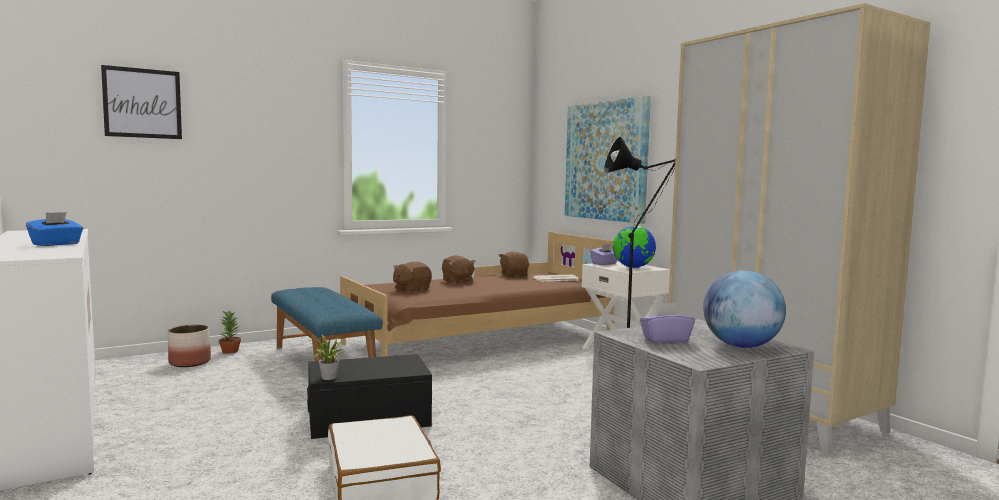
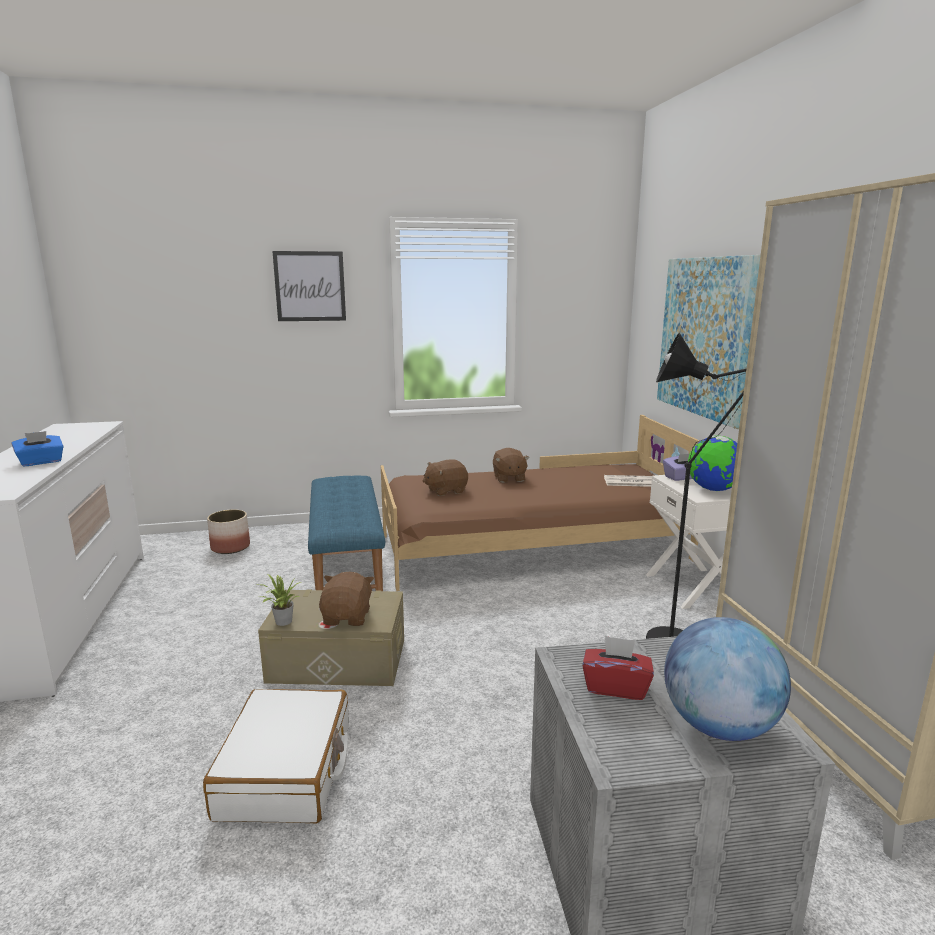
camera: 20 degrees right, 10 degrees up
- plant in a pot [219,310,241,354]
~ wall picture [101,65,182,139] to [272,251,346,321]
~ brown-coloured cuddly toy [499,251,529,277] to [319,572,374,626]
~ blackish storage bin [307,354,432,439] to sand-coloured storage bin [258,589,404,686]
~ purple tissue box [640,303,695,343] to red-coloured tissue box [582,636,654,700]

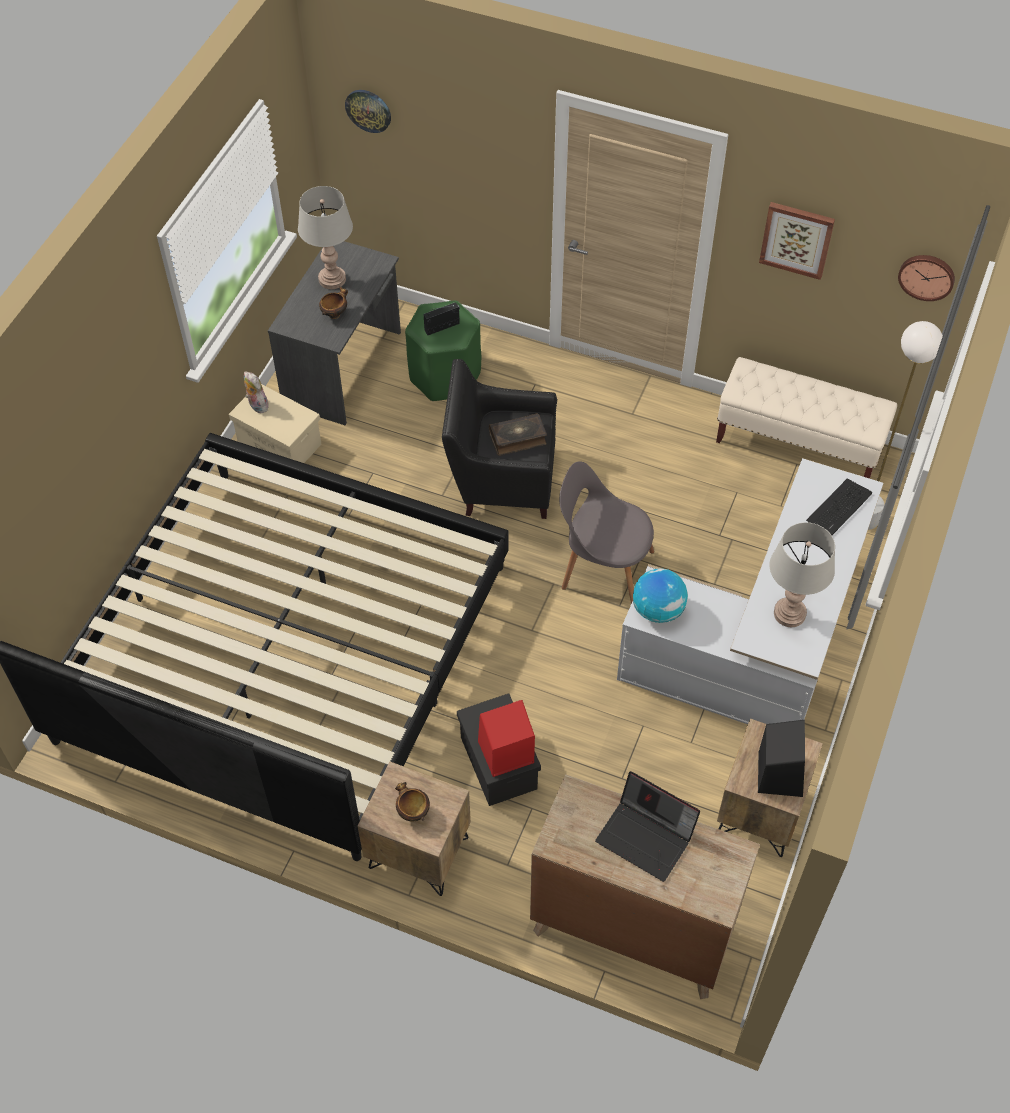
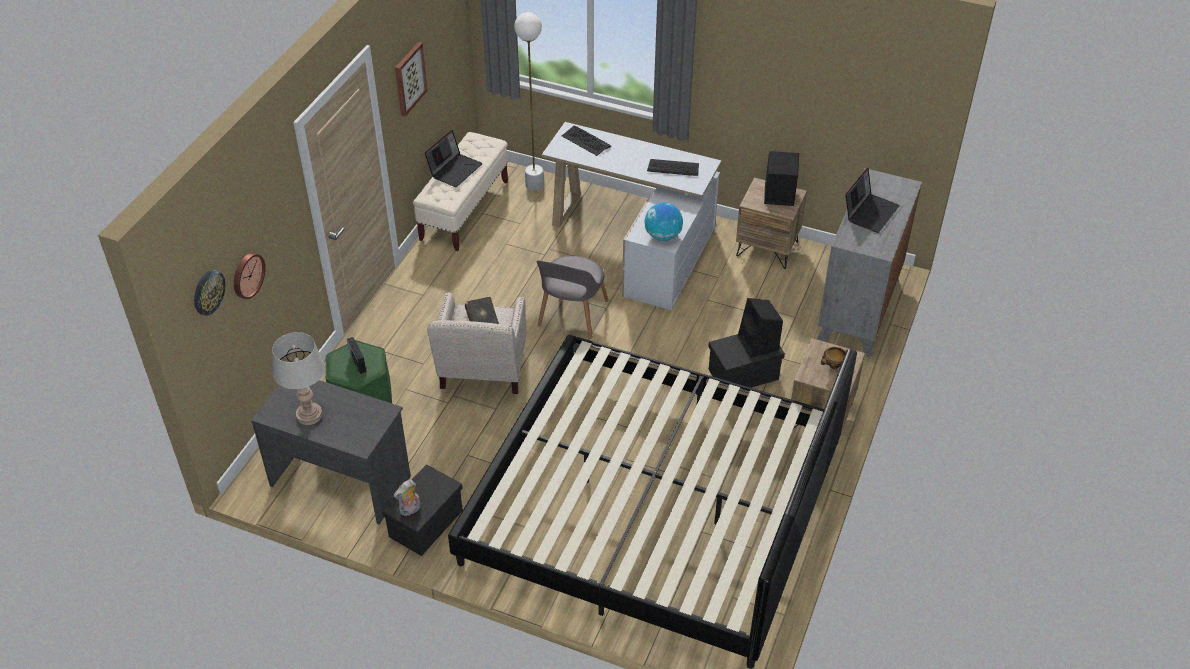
camera: 90 degrees left, 10 degrees down
- serving bowl [319,286,348,319]
+ laptop [425,130,483,187]
~ wall clock [898,255,955,301] to [234,253,265,299]
~ greyish lamp for a table [769,522,835,627] to PC keyboard [647,159,699,176]
~ sand-coloured storage bin [229,384,321,463] to blackish storage bin [382,464,463,556]
~ blackish easy chair [442,359,557,519] to sand-coloured easy chair [427,292,527,394]
~ red-coloured loudspeaker [478,700,535,777] to blackish loudspeaker [737,298,783,358]
~ brown-coloured chest of drawers [530,774,760,999] to greyish chest of drawers [817,168,922,358]

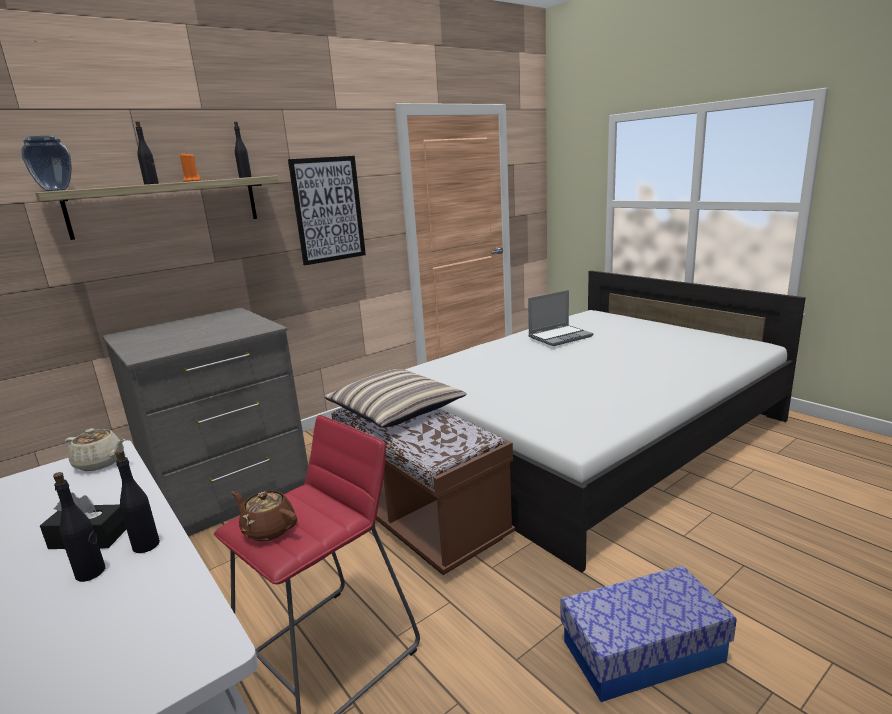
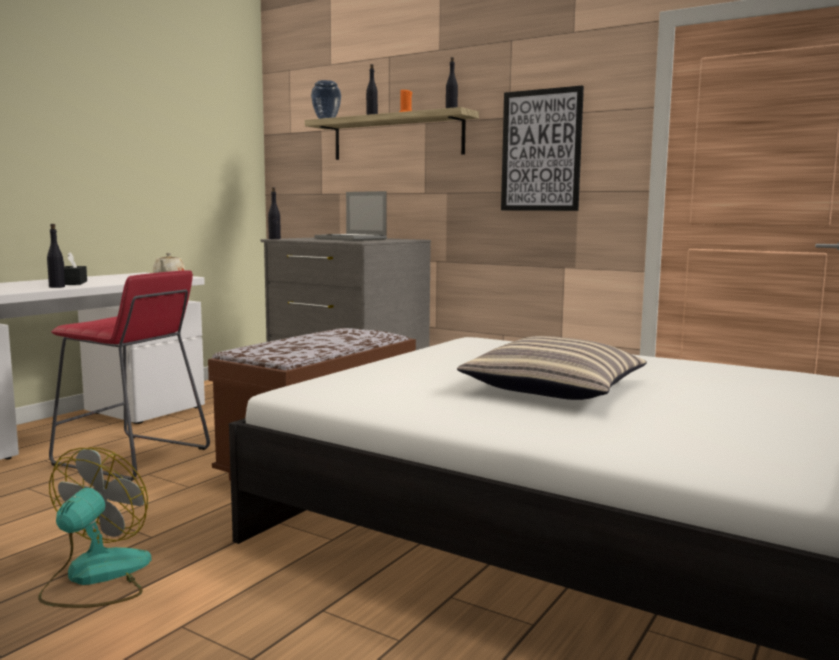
camera: 70 degrees right, 10 degrees down
- brown-coloured pot for tea [231,491,297,541]
~ blackish drink bottle [53,472,106,582] to [268,187,281,239]
~ cushion [324,369,467,428] to [457,336,647,400]
~ laptop [528,290,593,346] to [314,191,387,241]
~ storage bin [561,566,737,702] to fan [38,447,152,608]

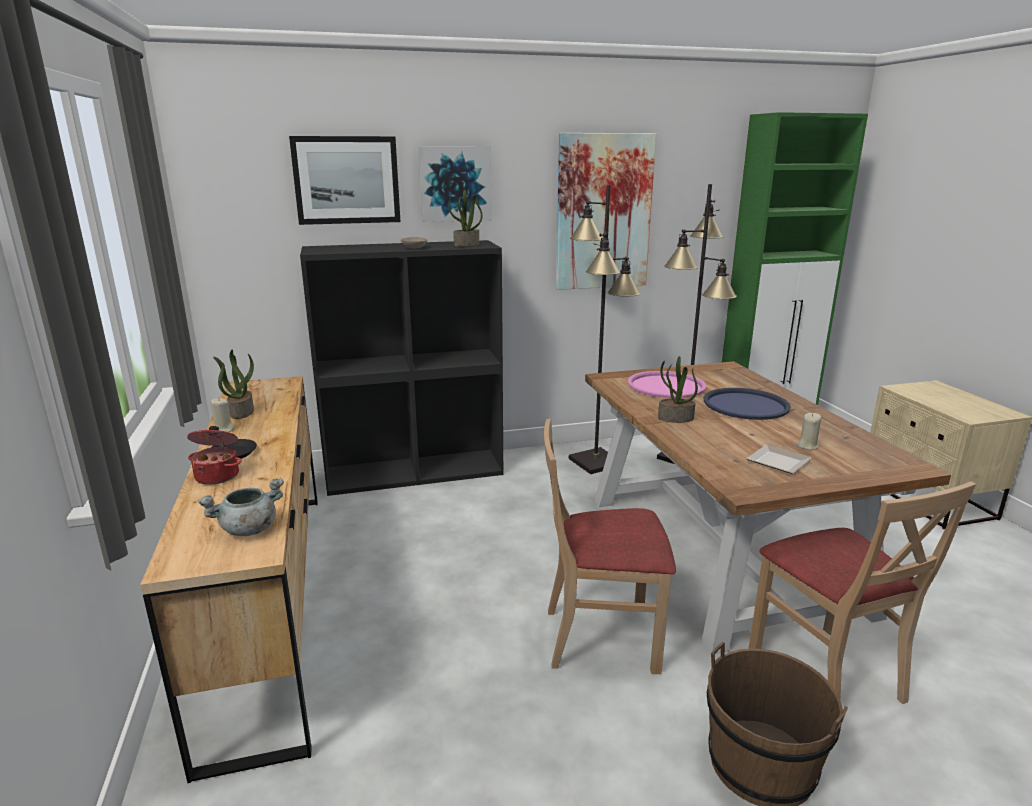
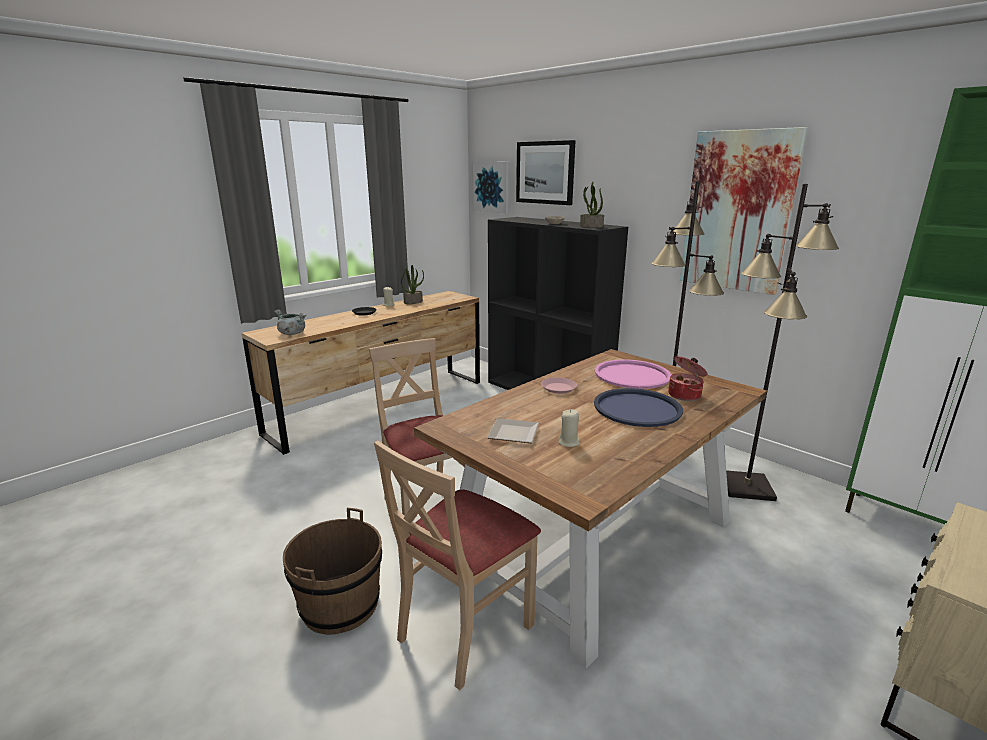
camera: 60 degrees right, 0 degrees up
~ cooking pot [187,426,242,485] to [668,356,708,401]
~ wall picture [418,146,492,222] to [473,162,510,213]
~ plant in a pot [658,356,698,423] to pinkish dinner plate [541,377,577,394]

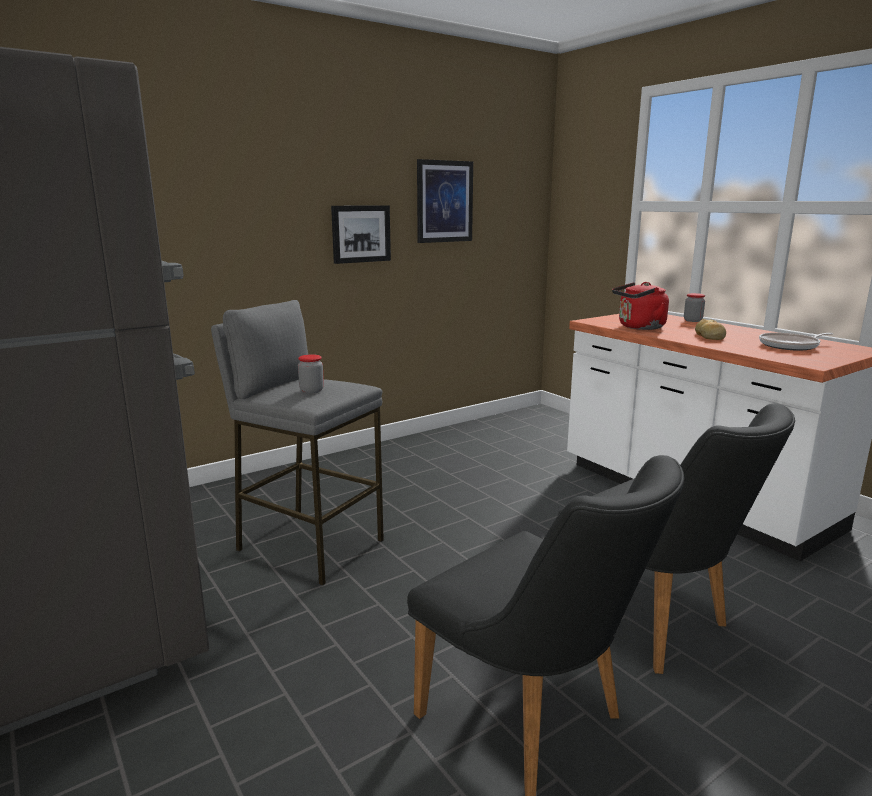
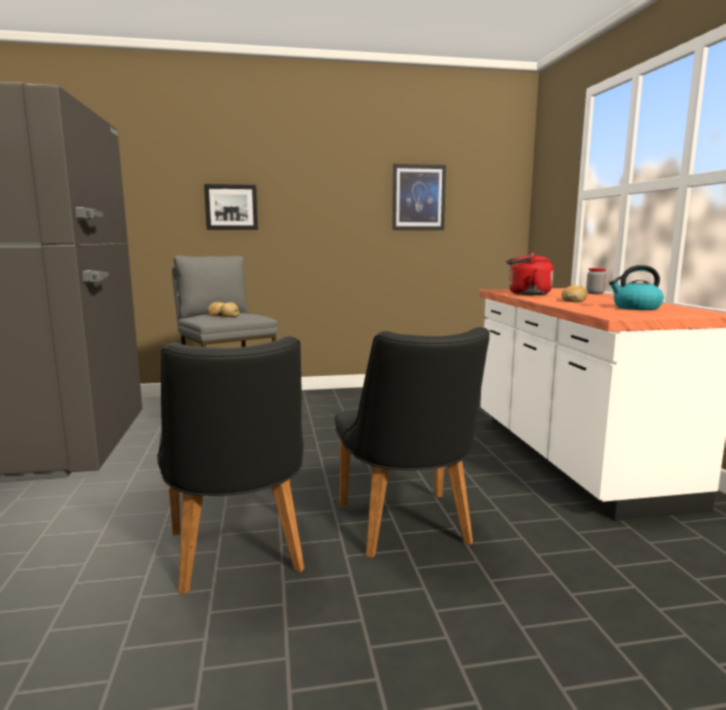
camera: 25 degrees right, 5 degrees down
~ wall picture [331,205,391,264] to [204,184,258,230]
~ jar [298,354,324,393] to bakery bread [208,302,240,317]
~ skillet [759,333,834,351] to tea kettle [609,265,664,310]

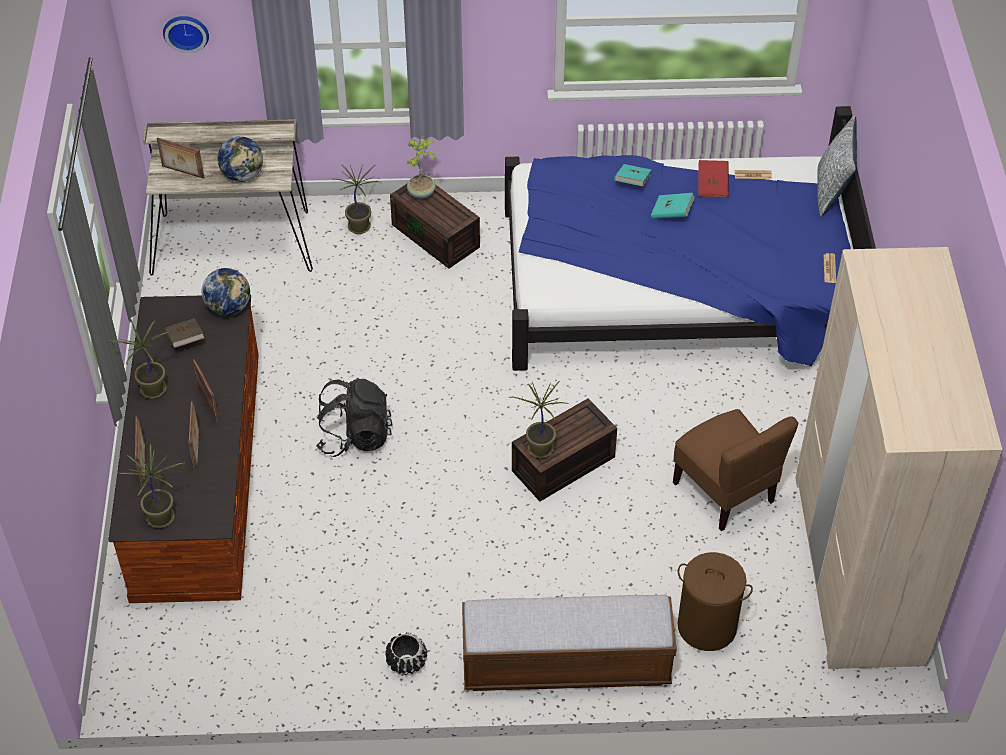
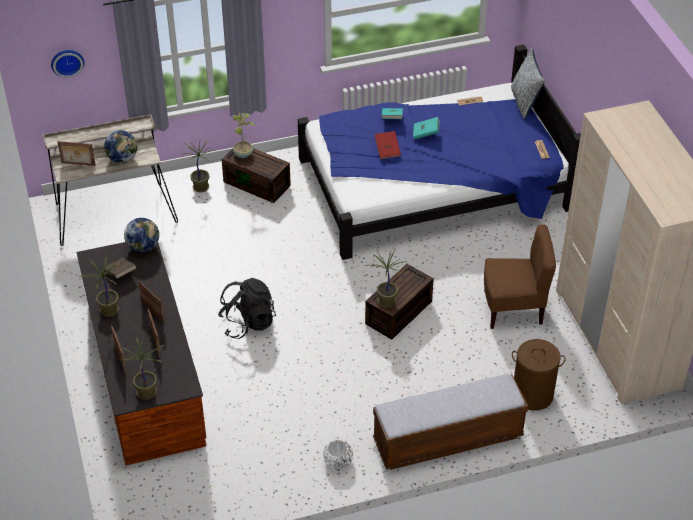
camera: 15 degrees left, 5 degrees down
~ red-coloured bound book [698,160,729,197] to [375,131,401,159]
~ blackish plant pot [385,632,427,675] to white plant pot [323,440,353,470]
~ brown-coloured upright chair [673,409,799,531] = [484,224,556,329] 45 degrees counterclockwise

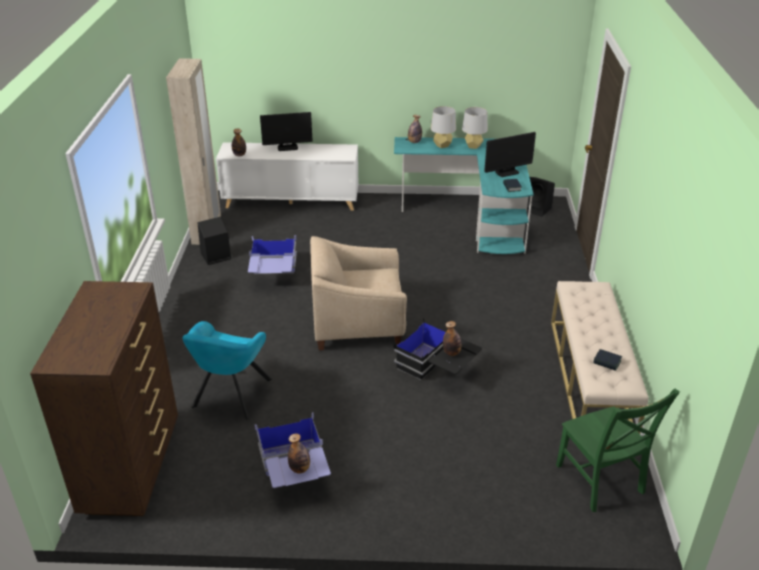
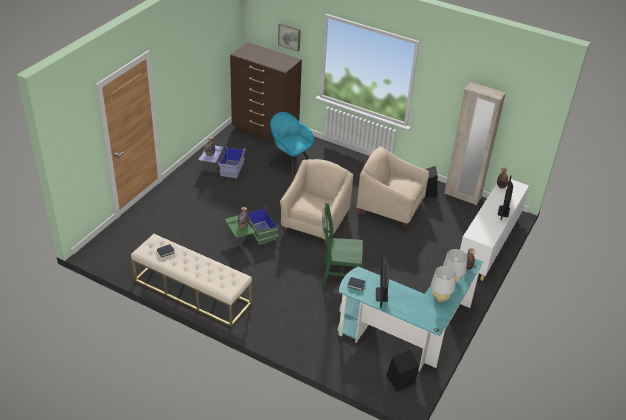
camera: 115 degrees right, 5 degrees up
+ wall picture [278,23,301,52]
~ green upright chair [556,389,680,512] to [322,202,363,285]
~ bluish storage bin [248,235,297,274] to sand-coloured easy chair [357,146,429,228]
~ blackish storage bin [393,318,482,380] to green storage bin [225,206,279,245]

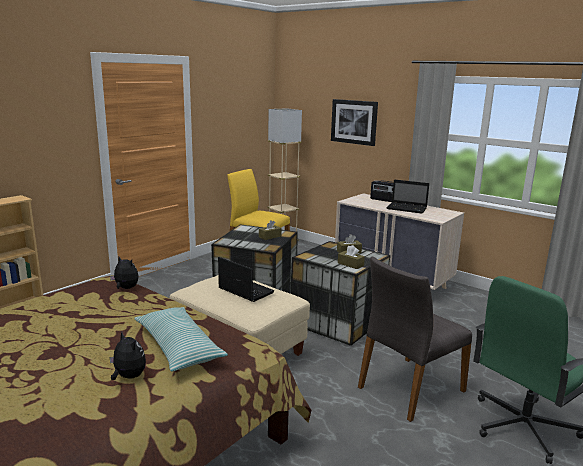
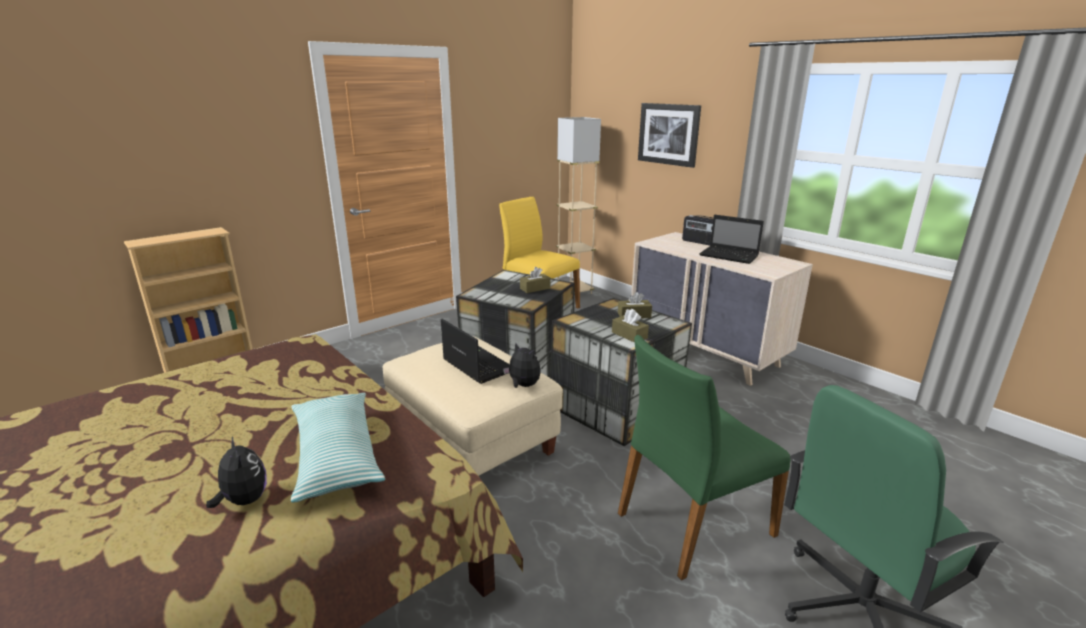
camera: 10 degrees right, 5 degrees up
~ cuddly toy [110,257,139,289] to [503,343,540,388]
~ greyish upright chair [358,256,472,422] to green upright chair [618,335,791,580]

